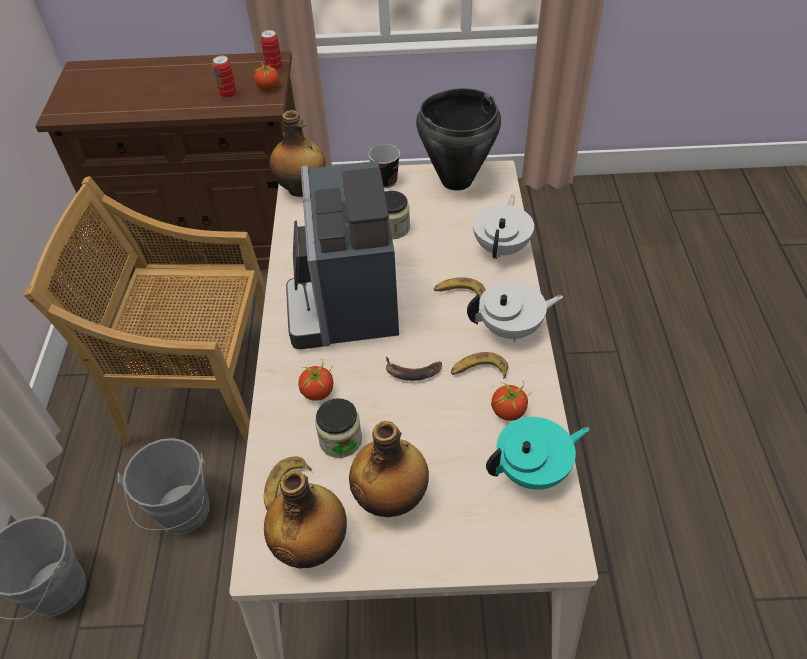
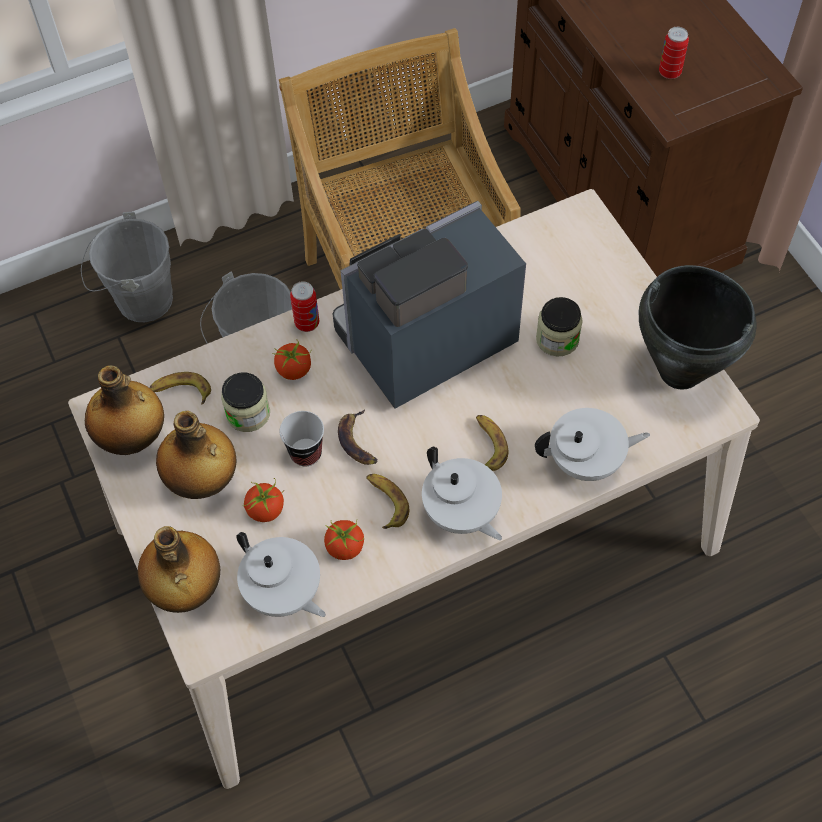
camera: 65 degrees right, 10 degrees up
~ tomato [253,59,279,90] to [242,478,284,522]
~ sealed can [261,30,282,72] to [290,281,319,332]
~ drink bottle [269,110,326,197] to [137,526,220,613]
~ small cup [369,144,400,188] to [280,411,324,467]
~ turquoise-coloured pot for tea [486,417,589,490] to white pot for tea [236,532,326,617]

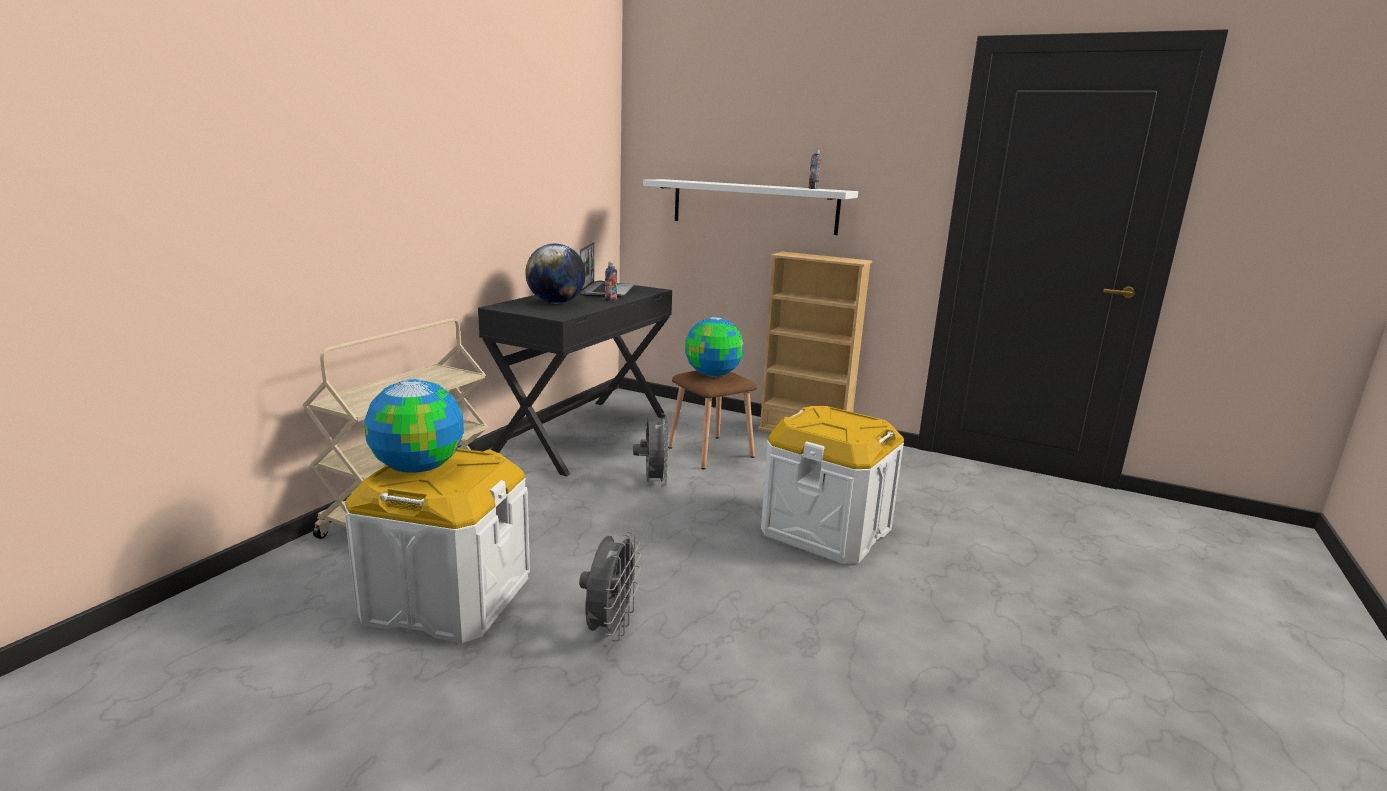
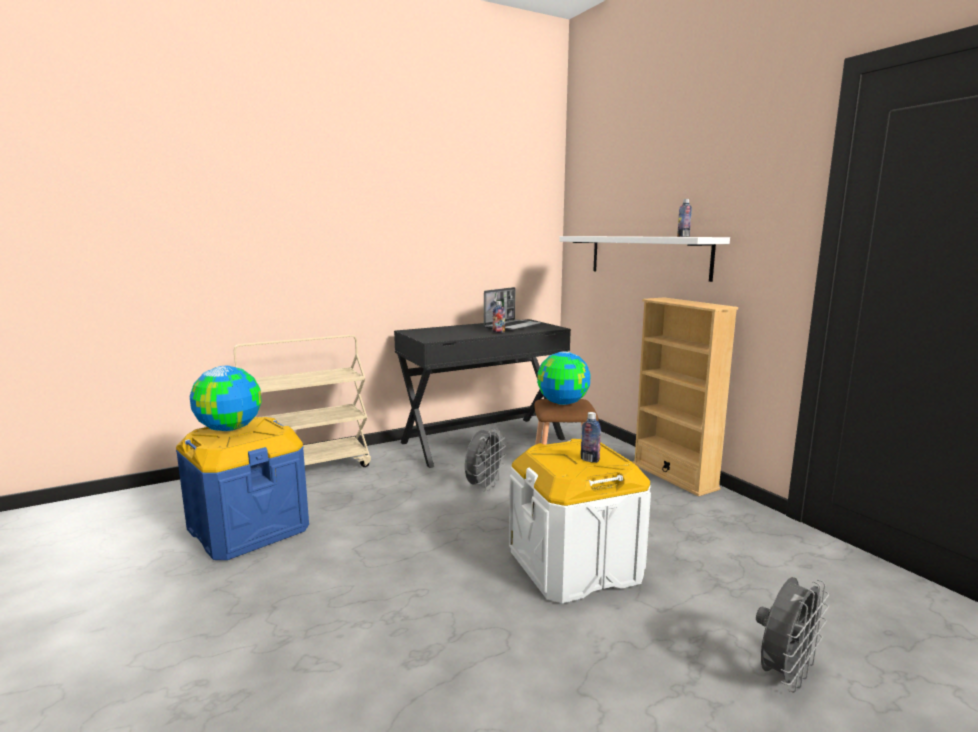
camera: 35 degrees right, 5 degrees down
- world globe [525,244,586,304]
+ drink bottle [581,412,601,463]
~ greyish fan [579,532,641,641] to [756,577,829,693]
~ white storage bin [345,448,530,643] to bluish storage bin [176,417,309,560]

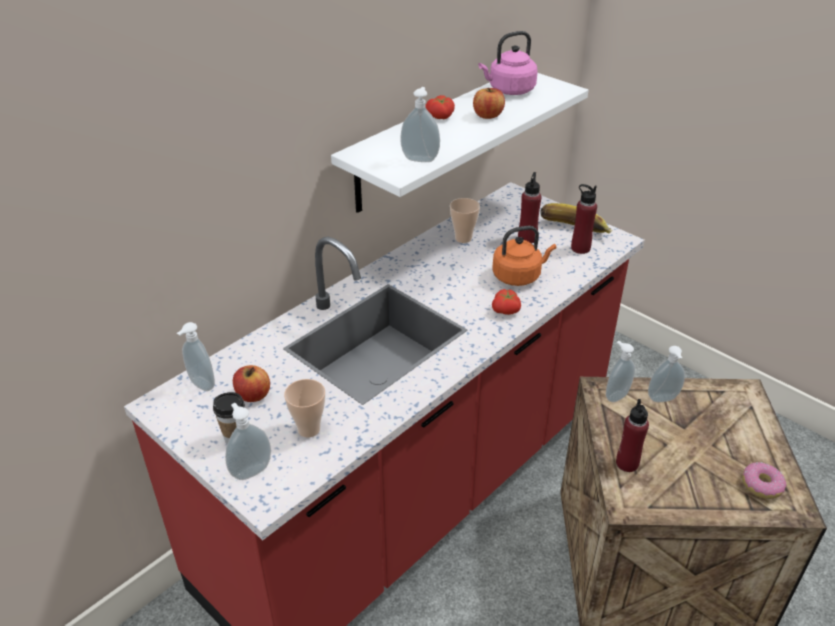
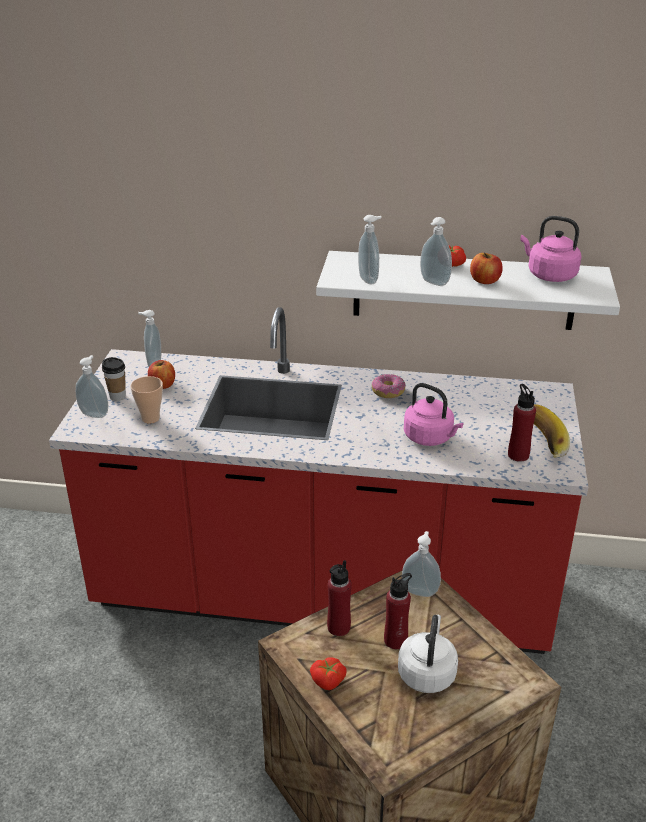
camera: 55 degrees right, 5 degrees down
- small cup [450,198,480,243]
+ white tea kettle [398,615,458,693]
~ tomato [492,289,521,315] to [310,657,347,690]
~ red-coloured drink bottle [518,172,541,244] to [384,573,412,649]
~ soap bottle [648,346,685,402] to [420,217,452,286]
~ doughnut [742,462,786,499] to [372,374,405,398]
~ orangey tea kettle [492,226,556,286] to pinkish tea kettle [404,383,463,446]

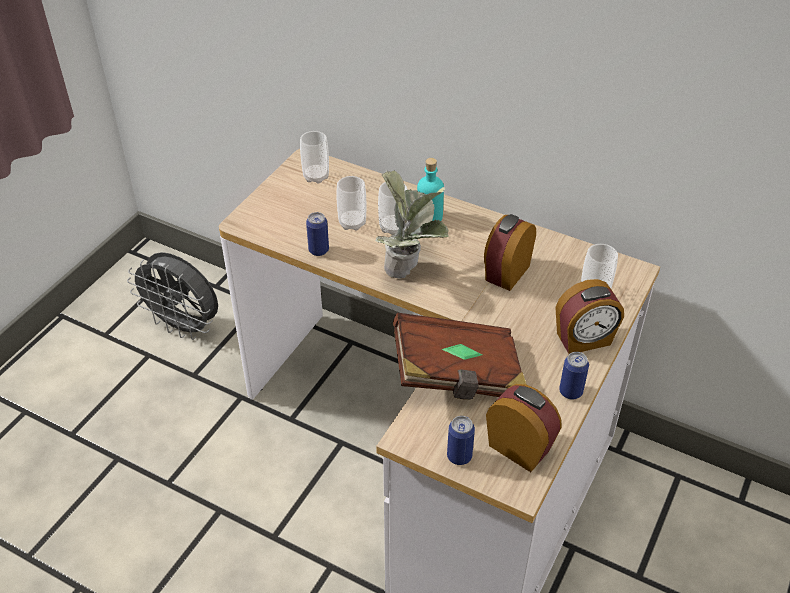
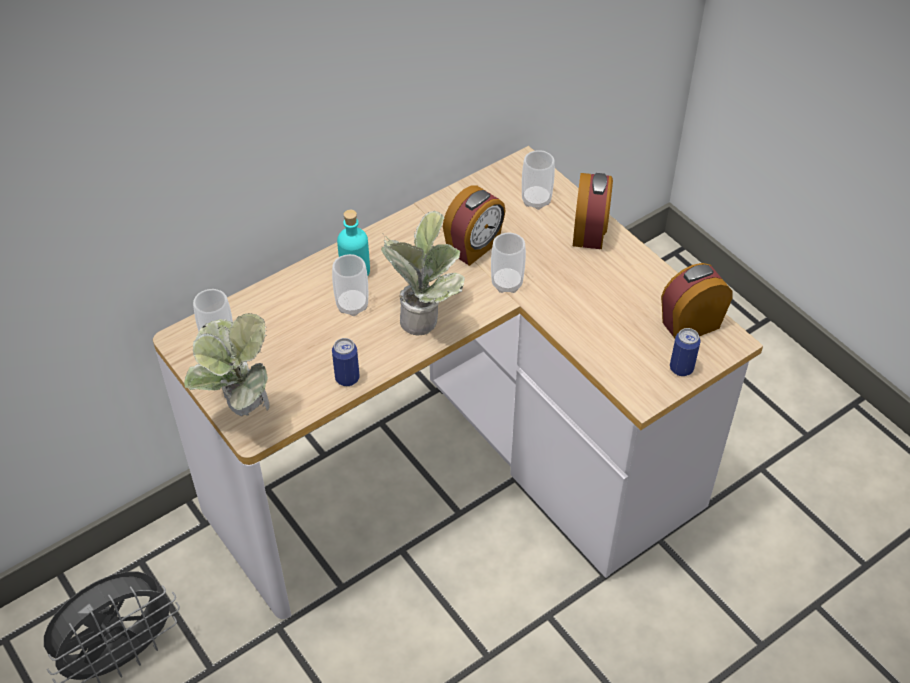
camera: 65 degrees left, 5 degrees up
- brown-coloured bound book [393,313,527,400]
- sealed can [559,352,589,400]
+ plant in a pot [184,313,270,417]
~ small cup [337,176,366,231] to [491,232,526,293]
~ alarm clock [484,214,536,291] = [443,185,505,266] 105 degrees counterclockwise

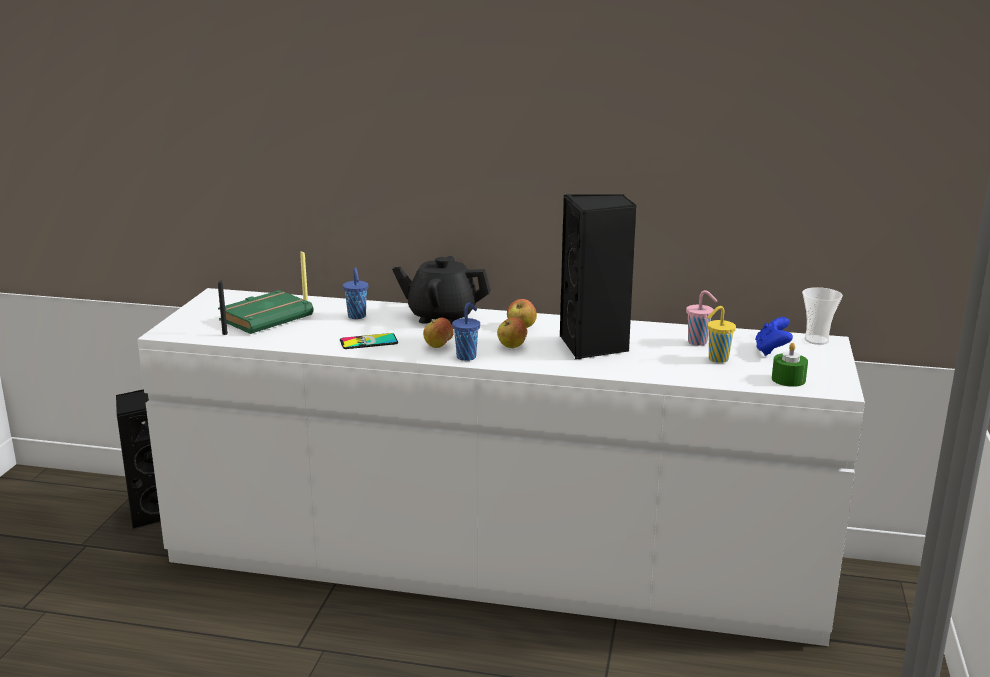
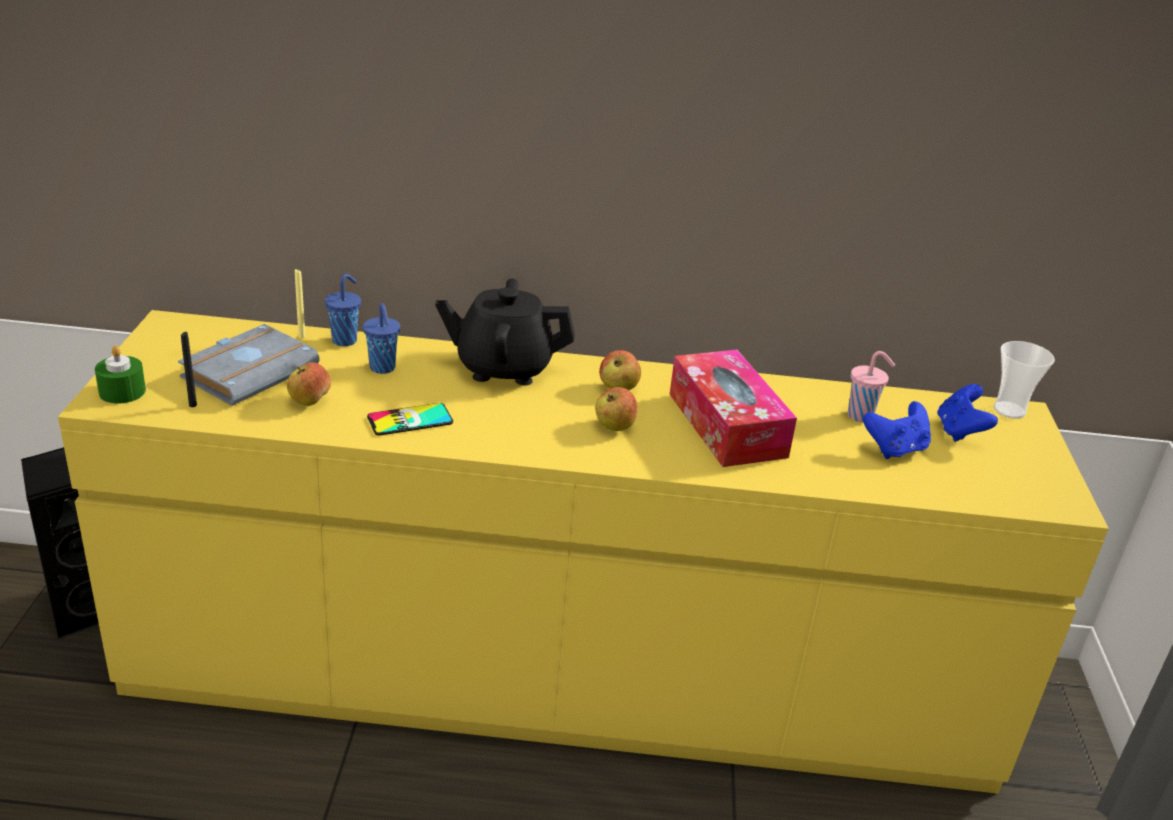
camera: 10 degrees left, 10 degrees up
~ apple [423,318,454,348] to [287,362,331,406]
~ bluish small cup [452,302,480,361] to [325,274,361,346]
~ green candle [772,343,808,387] to [95,345,146,404]
~ blackish loudspeaker [560,194,637,359] to tissue box [669,350,797,467]
~ yellow-coloured small cup [707,306,736,363] to bluish game controller [863,401,931,459]
~ white chest of drawers [137,288,865,646] to yellow-coloured chest of drawers [58,310,1109,794]
~ green bound book [218,290,314,334] to greyish bound book [178,324,319,406]

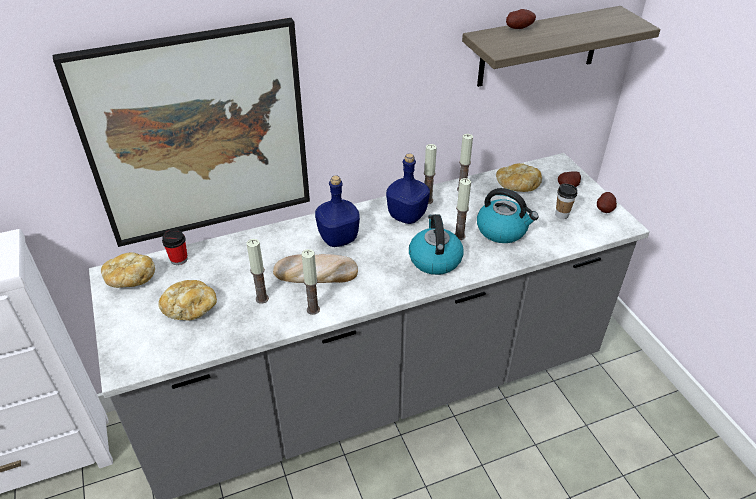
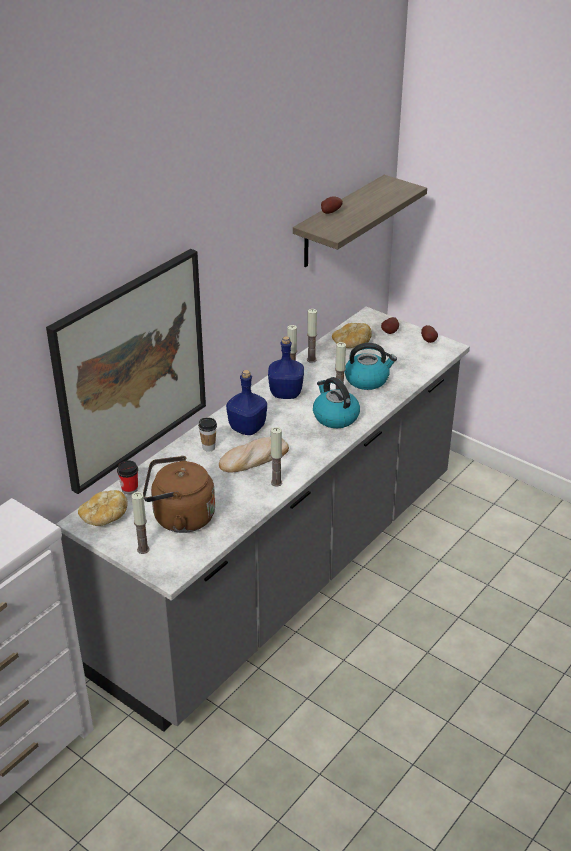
camera: 30 degrees left, 5 degrees down
~ candle [247,239,269,304] to [131,492,149,554]
~ small cup [555,184,577,219] to [198,418,217,452]
~ bakery bread [158,280,217,321] to brown-coloured tea kettle [143,456,215,533]

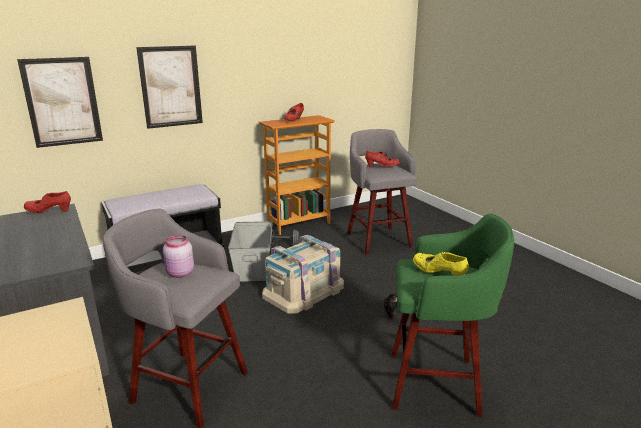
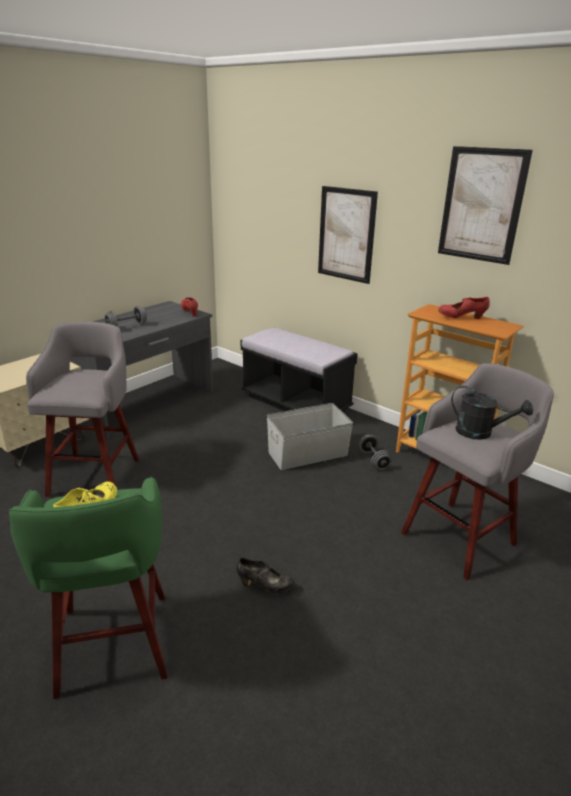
camera: 70 degrees right, 5 degrees up
- pinkish jar [163,235,194,278]
- sand-coloured storage bin [262,235,344,313]
+ greyish dumbbell [104,306,147,327]
~ wall picture [17,57,103,148] to [438,146,533,265]
~ red-coloured low shoe [365,151,400,167] to blackish sprinkling can [451,386,533,440]

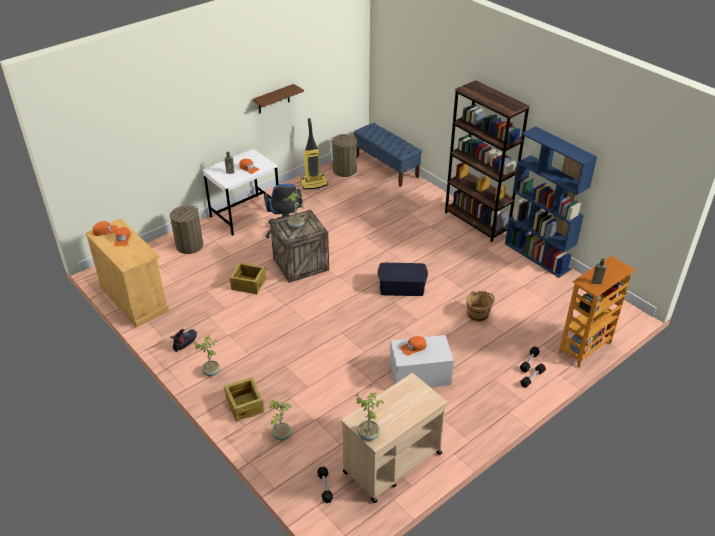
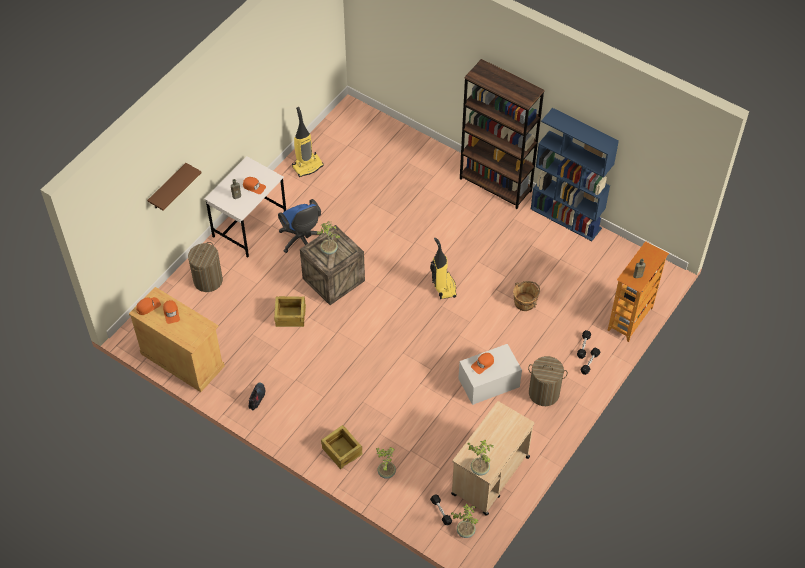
camera: 15 degrees left, 15 degrees up
- bluish indoor bench [353,123,422,187]
~ plant in a pot [194,335,220,376] to [451,504,479,538]
~ brown-coloured wall shelf [252,84,304,113] to [147,163,202,211]
~ hamper [331,134,359,177] to [528,356,568,406]
~ bluish storage bin [378,263,428,296] to hoover [430,238,457,299]

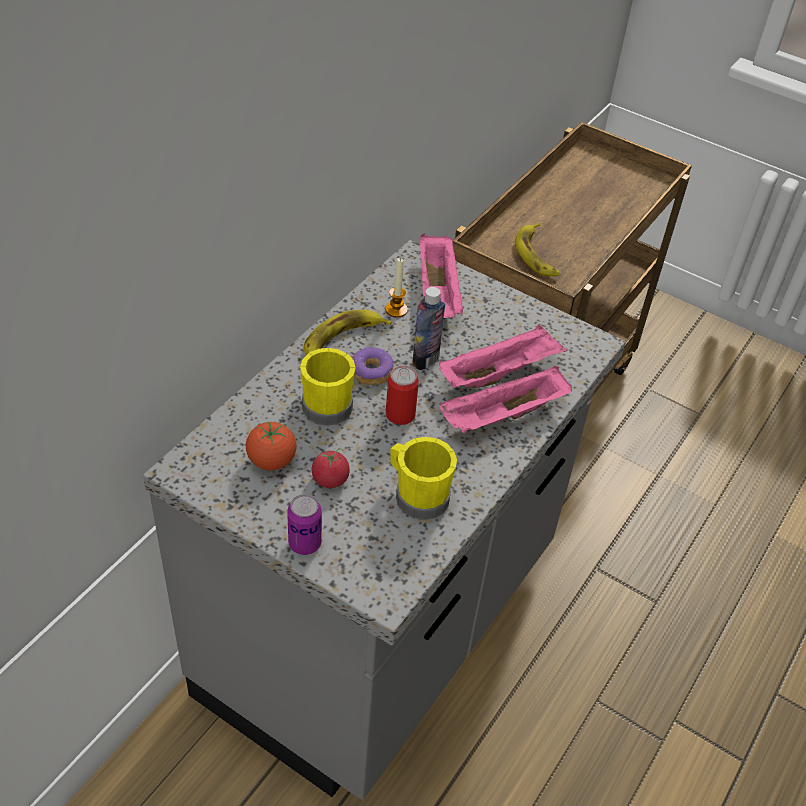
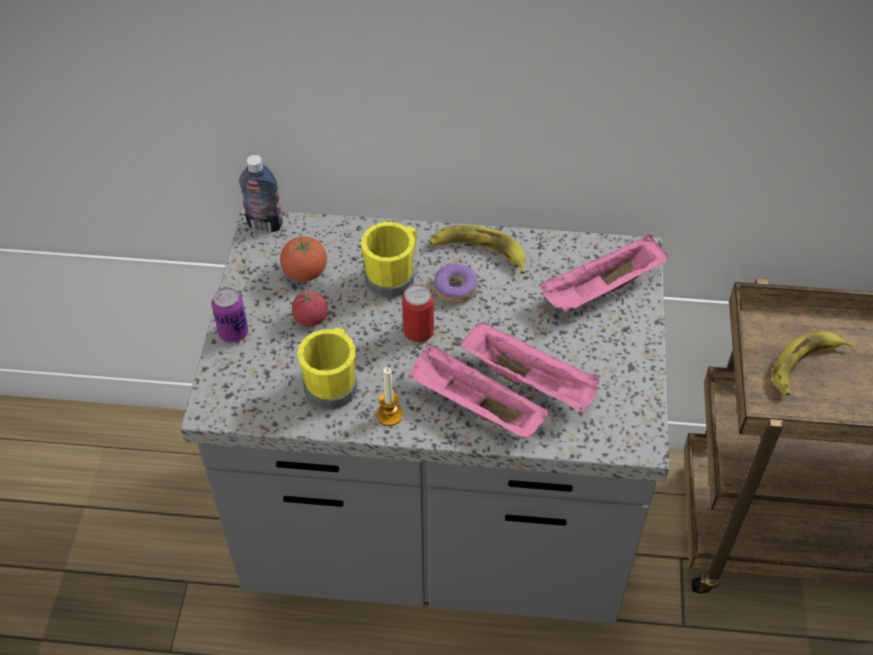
camera: 65 degrees right, 5 degrees up
~ candle [385,258,408,318] to [376,367,403,426]
~ drink bottle [412,287,445,370] to [239,155,283,233]

